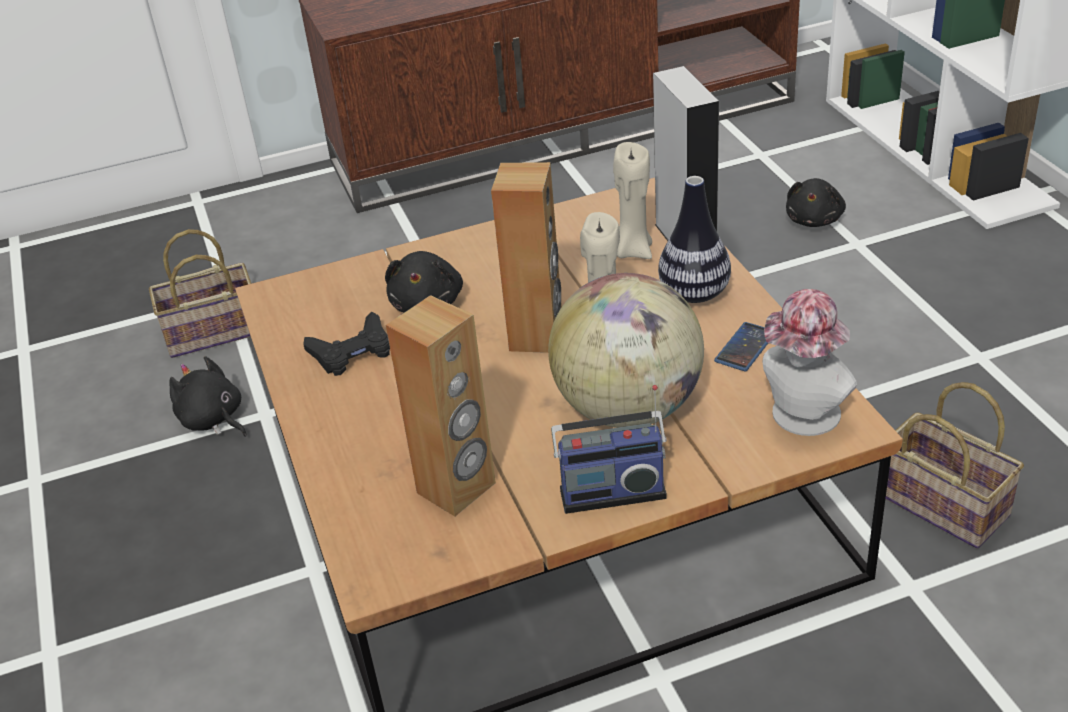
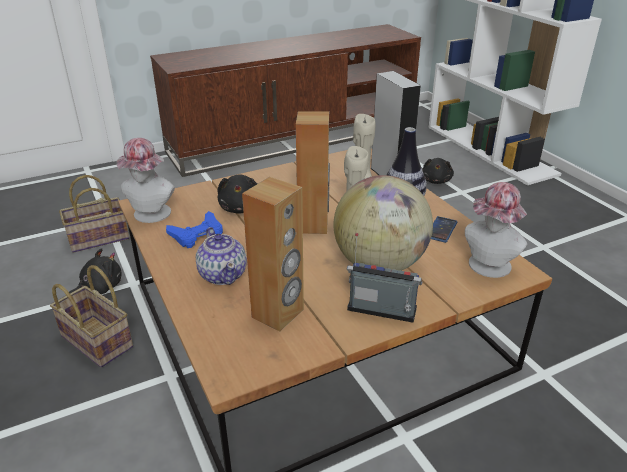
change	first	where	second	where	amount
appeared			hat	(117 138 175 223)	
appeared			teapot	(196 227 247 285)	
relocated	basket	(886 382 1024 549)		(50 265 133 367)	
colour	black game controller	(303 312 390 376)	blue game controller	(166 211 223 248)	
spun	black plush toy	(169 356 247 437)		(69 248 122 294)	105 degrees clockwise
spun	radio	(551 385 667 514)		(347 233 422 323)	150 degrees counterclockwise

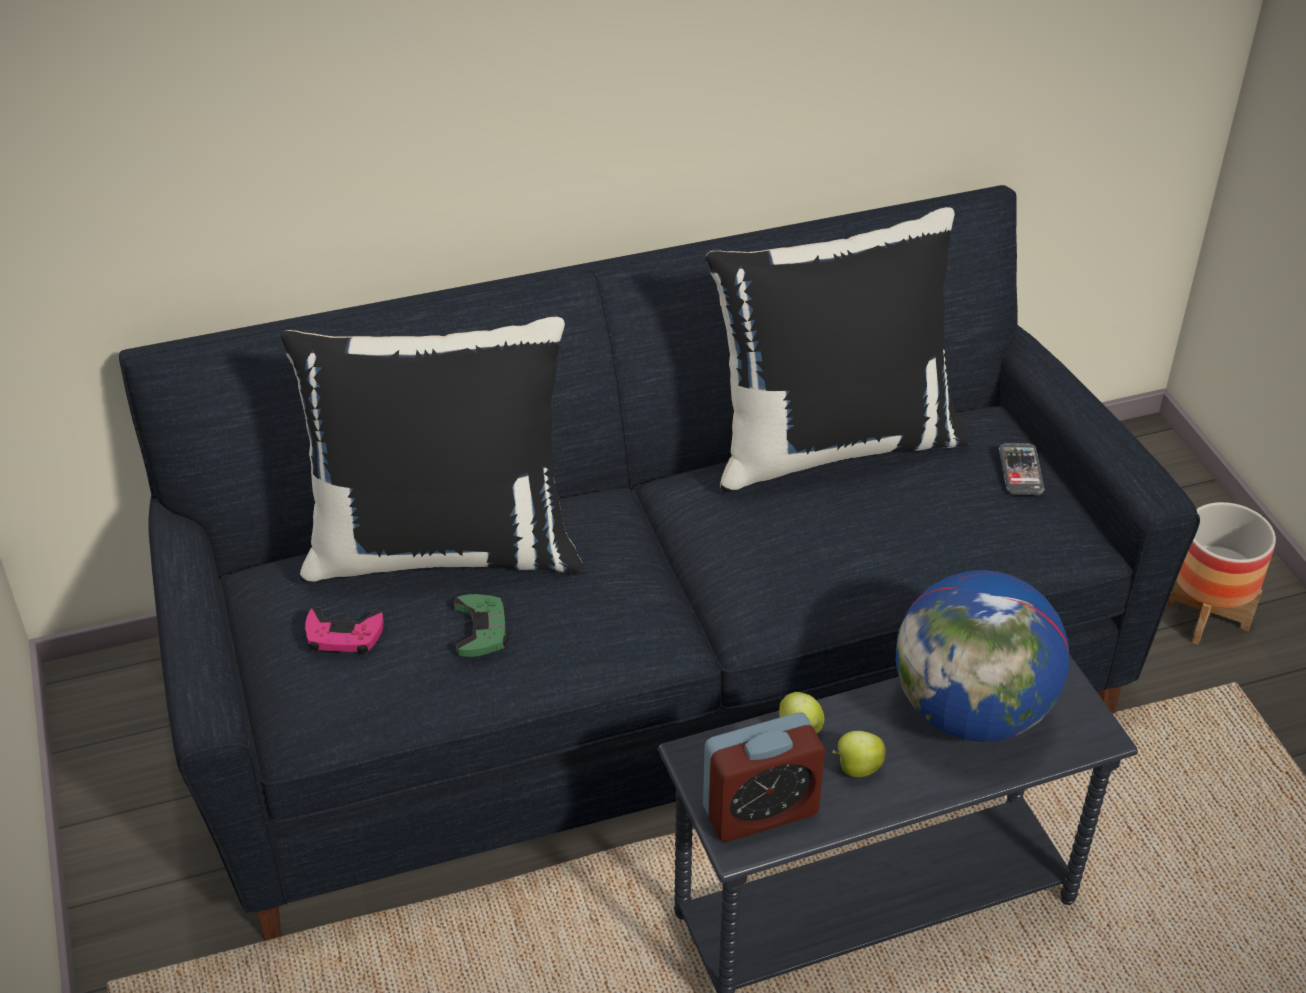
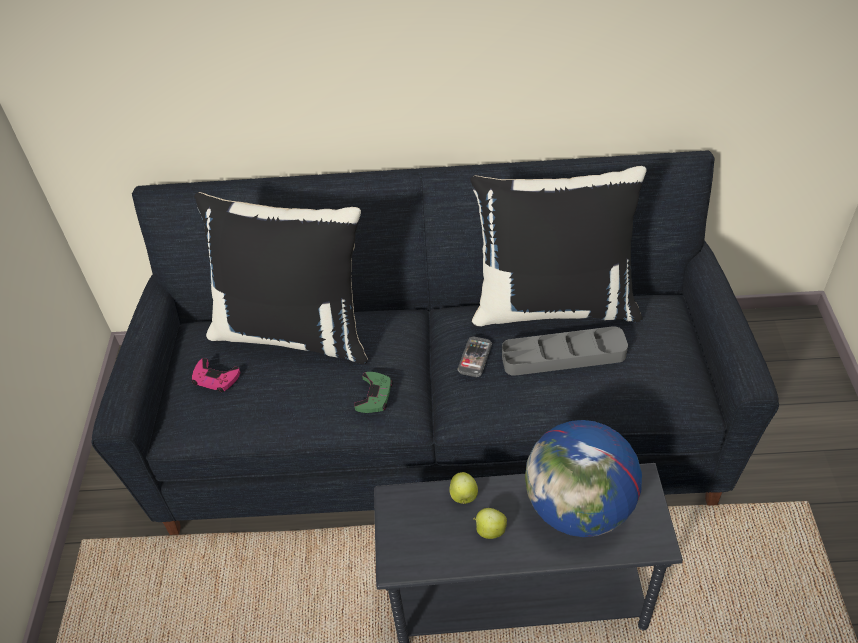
change	first	where	second	where	amount
missing	alarm clock	(703 713 825 842)			
missing	planter	(1167 502 1276 645)			
appeared			grey tray	(502 326 628 376)	
relocated	green game controller	(454 594 508 657)		(354 372 393 413)	
relocated	phone	(999 443 1045 495)		(457 336 492 377)	

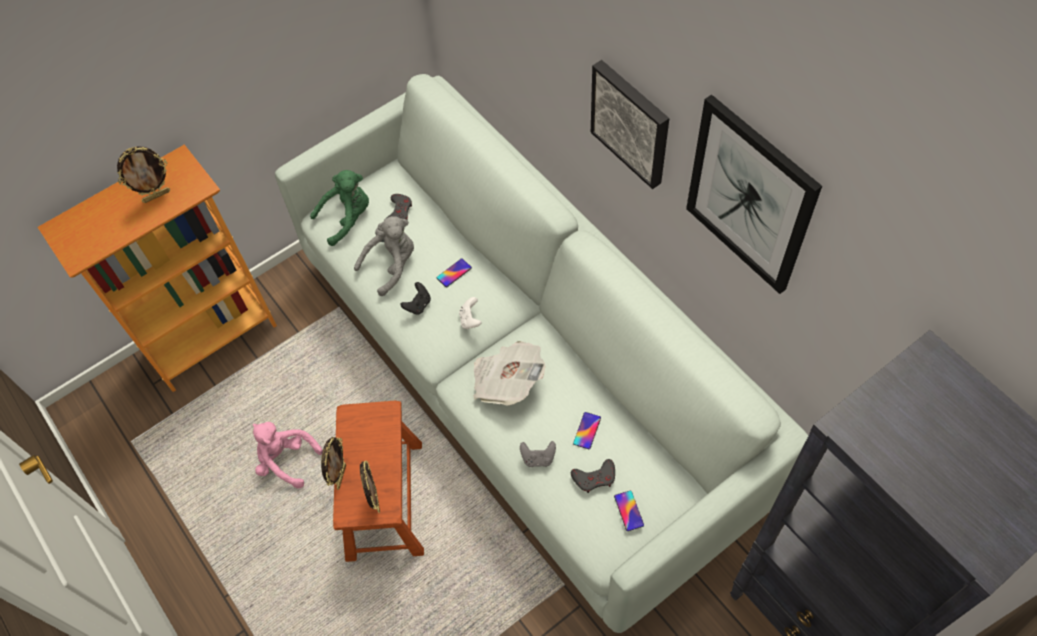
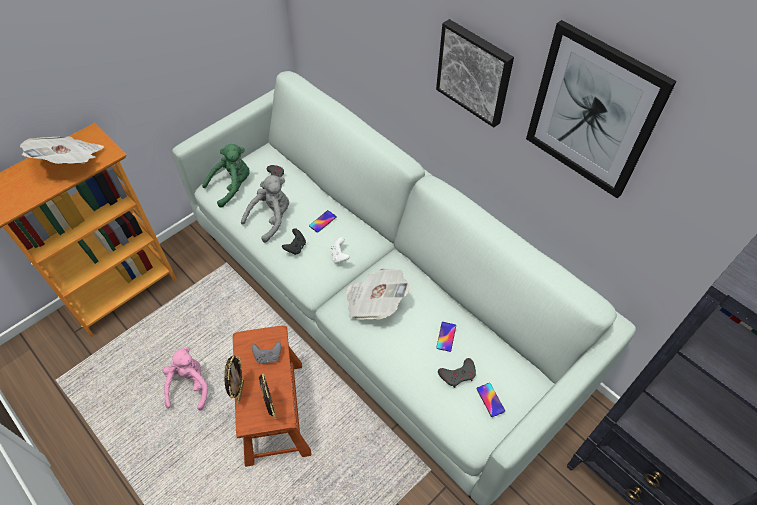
change	first	where	second	where	amount
relocated	grey game controller	(520 441 556 467)		(252 341 281 364)	
exchanged	picture frame	(117 146 170 203)	newspaper	(20 136 104 164)	
spun	pink plush toy	(253 422 323 489)		(163 346 208 411)	75 degrees clockwise

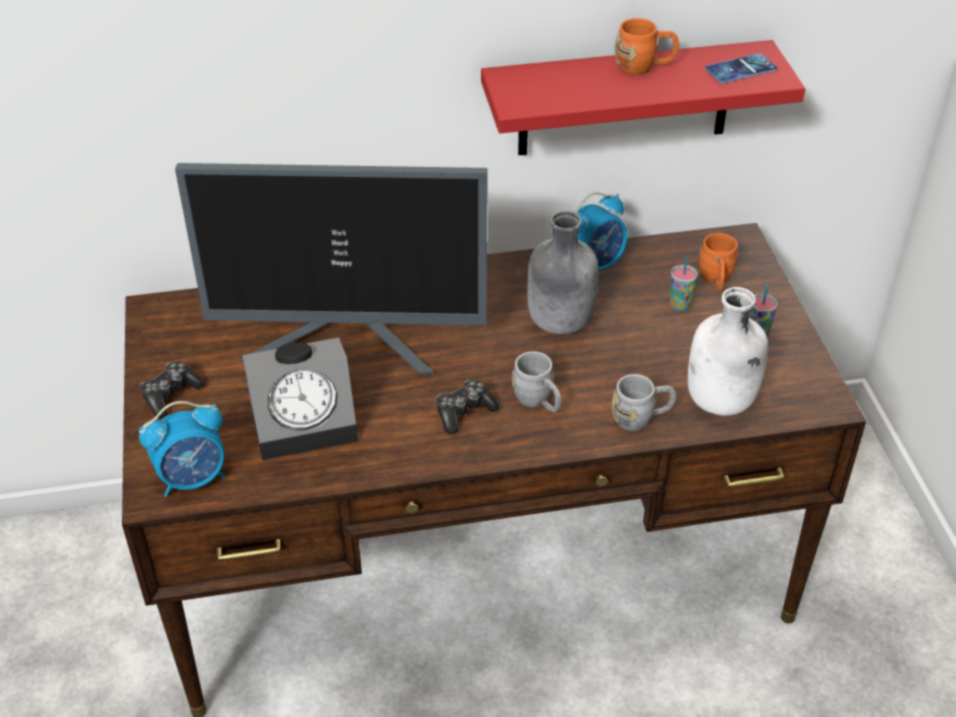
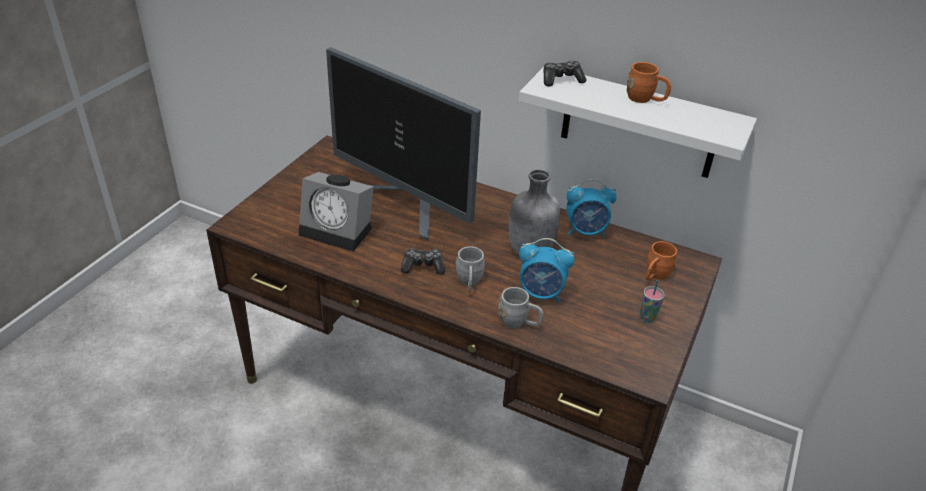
change	first	where	second	where	amount
missing	cup	(669 256 698 311)			
missing	white bottle	(687 287 768 416)			
missing	phone	(705 53 778 83)			
relocated	alarm clock	(139 401 225 497)		(519 238 574 303)	
relocated	game controller	(140 361 205 418)		(543 61 586 87)	
colour	red shelf	(481 40 805 155)	white shelf	(519 67 757 178)	

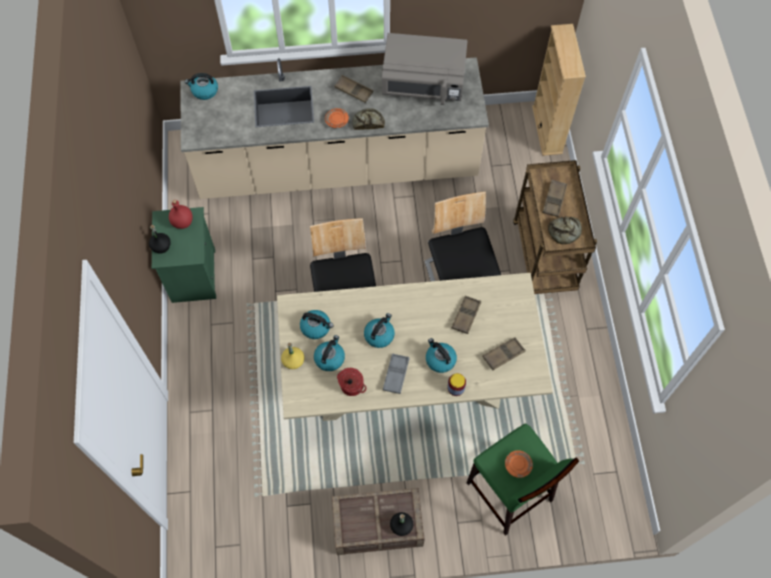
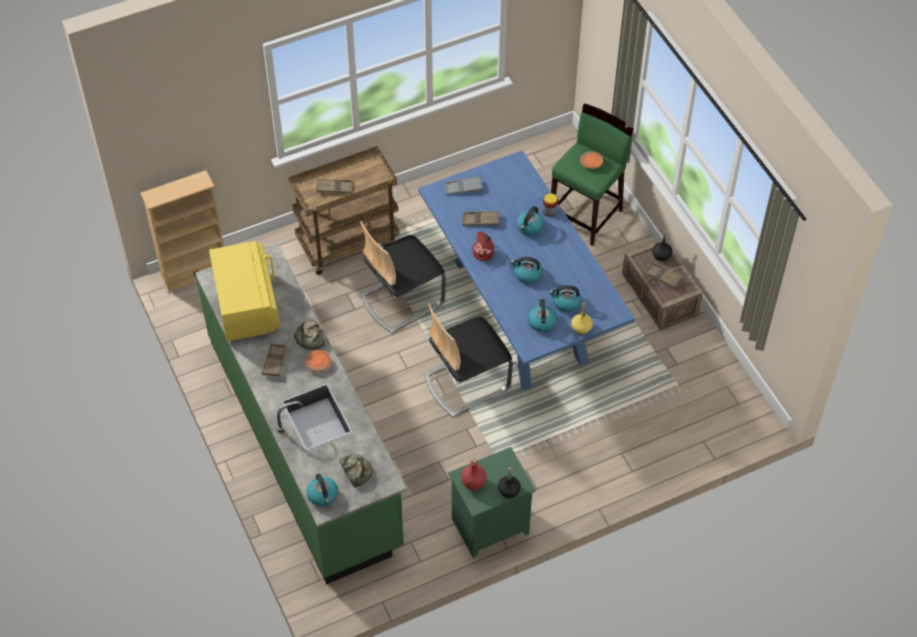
change	first	where	second	where	amount
relocated	cooking pot	(337 368 366 396)		(472 232 494 261)	
relocated	grey tray	(383 353 410 394)		(445 176 482 195)	
relocated	brown tray	(482 337 525 370)		(644 262 683 288)	
relocated	bread	(548 217 582 244)		(339 454 373 487)	
colour	beige counter	(180 57 489 199)	green counter	(195 243 407 584)	
colour	beige dining table	(277 273 553 421)	blue dining table	(418 150 635 389)	
colour	grey microwave	(382 33 467 105)	yellow microwave	(209 241 280 341)	

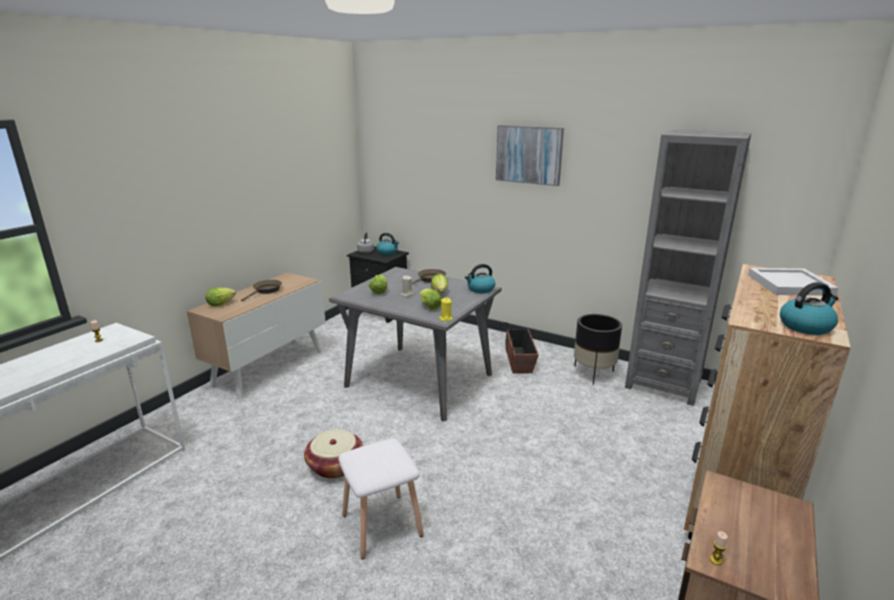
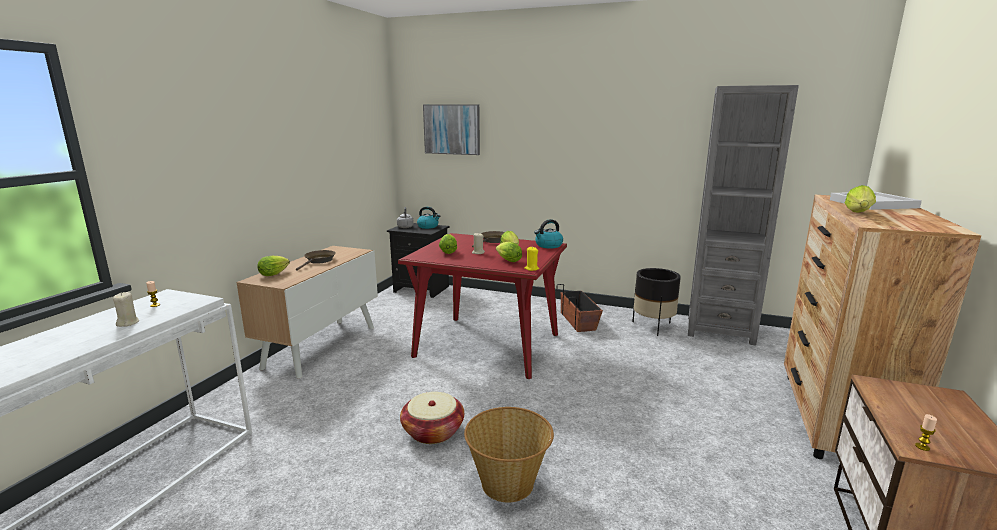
change	first	where	second	where	amount
missing	kettle	(780 282 839 335)			
appeared			beige candle	(113 292 139 327)	
appeared			lettuce	(845 185 876 213)	
relocated	picture	(496 125 564 186)		(423 104 480 155)	
exchanged	white stool	(338 438 424 559)	basket	(464 407 554 502)	
colour	grey dining table	(329 267 502 421)	red dining table	(398 233 567 379)	

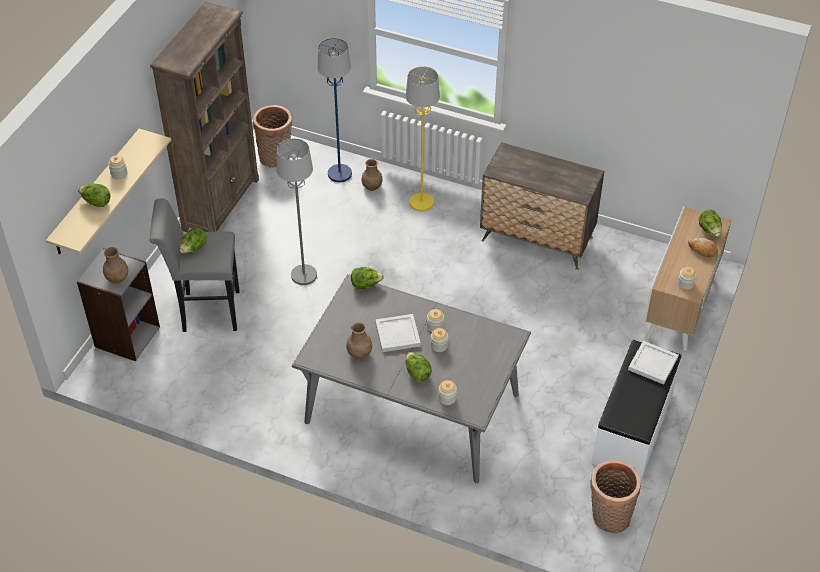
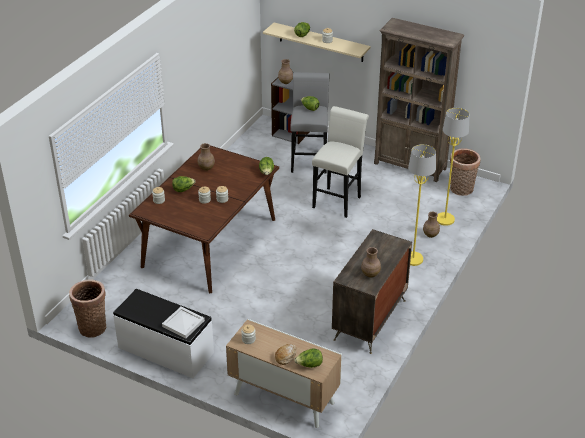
change	first	where	second	where	amount
missing	white tray	(375 314 421 352)			
appeared			brown vase	(361 247 381 278)	
exchanged	grey floor lamp	(277 138 317 285)	white stool	(312 106 369 218)	
colour	grey dining table	(292 274 531 483)	brown dining table	(129 145 279 293)	
colour	blue floor lamp	(317 38 352 182)	yellow floor lamp	(437 108 469 226)	

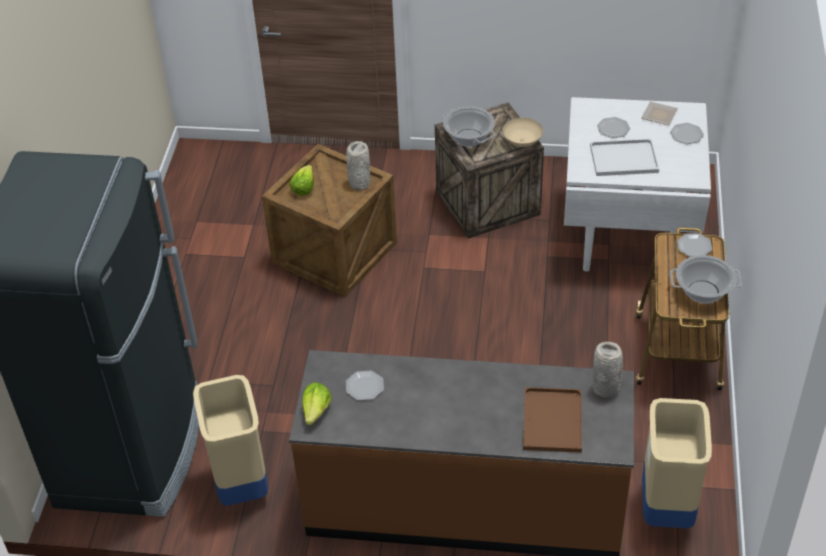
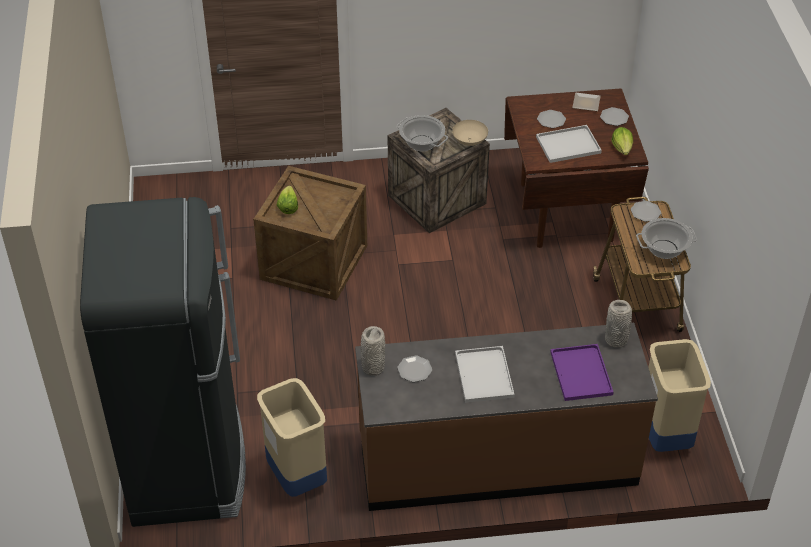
change	first	where	second	where	amount
appeared			white tray	(455 346 515 403)	
relocated	lettuce	(302 382 332 425)		(611 127 633 155)	
relocated	grey vase	(346 141 370 190)		(361 326 385 376)	
colour	brown tray	(523 387 582 453)	purple tray	(550 344 614 401)	
colour	white dining table	(564 97 711 276)	brown dining table	(504 88 649 248)	

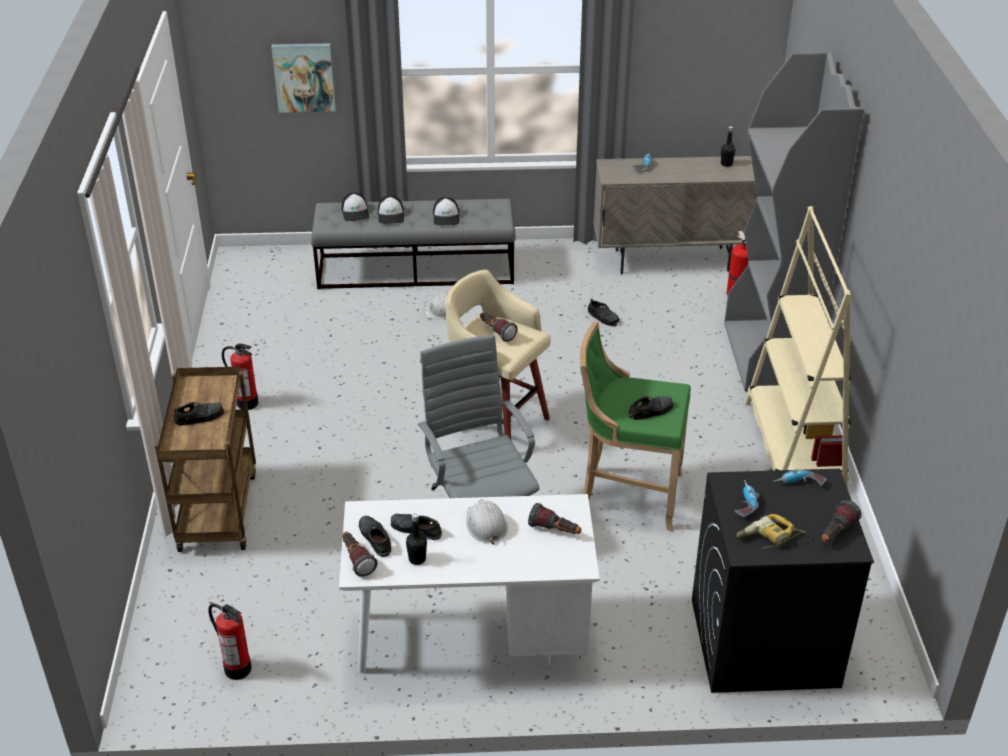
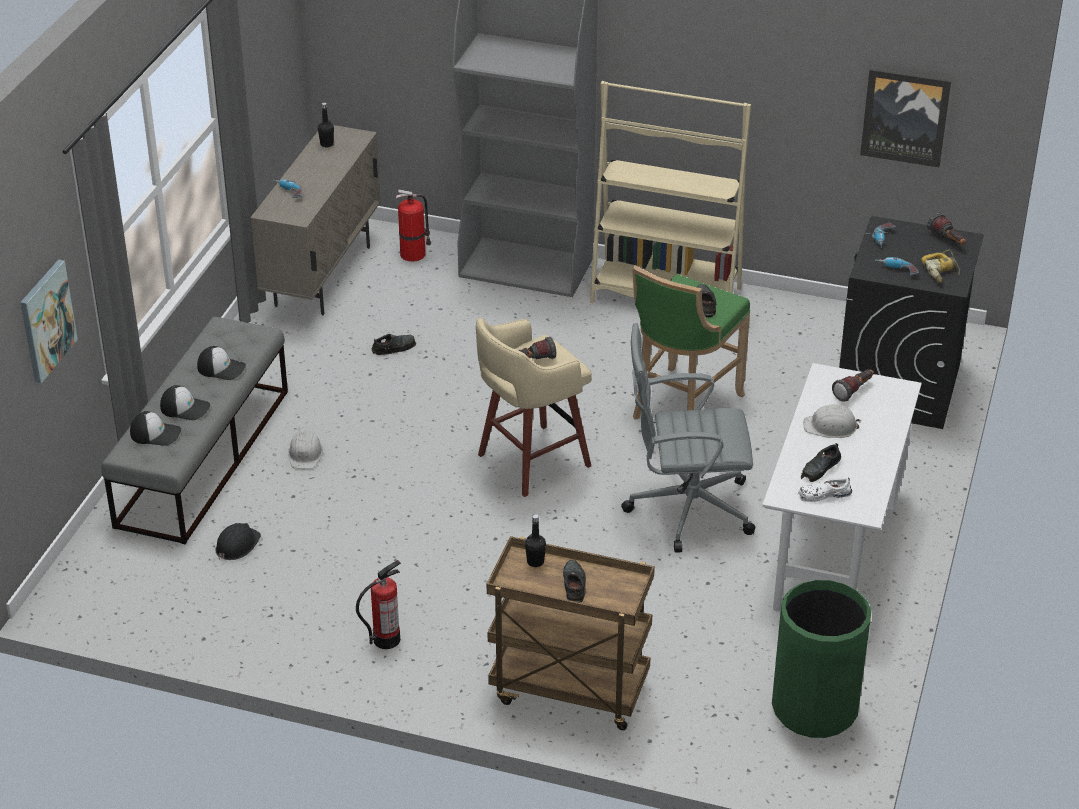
change	first	where	second	where	amount
missing	flashlight	(342 532 378 577)			
appeared			black hard hat	(215 523 261 560)	
appeared			picture	(860 69 951 167)	
relocated	black bottle	(406 513 427 565)		(525 514 546 567)	
exchanged	fire extinguisher	(208 604 252 680)	green trash can	(772 580 871 738)	
colour	black shoe	(359 516 391 557)	white shoe	(798 477 852 502)	

